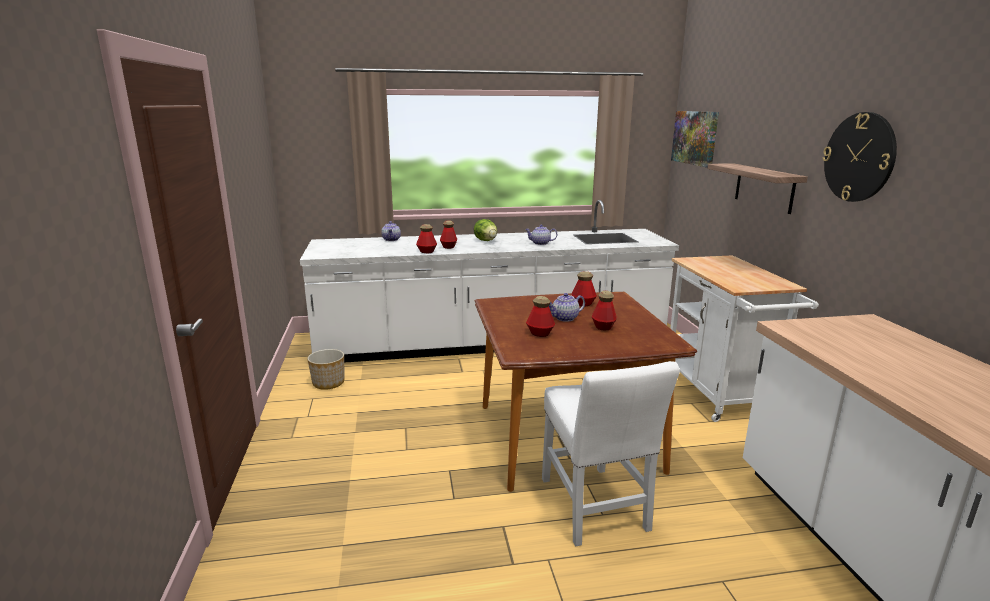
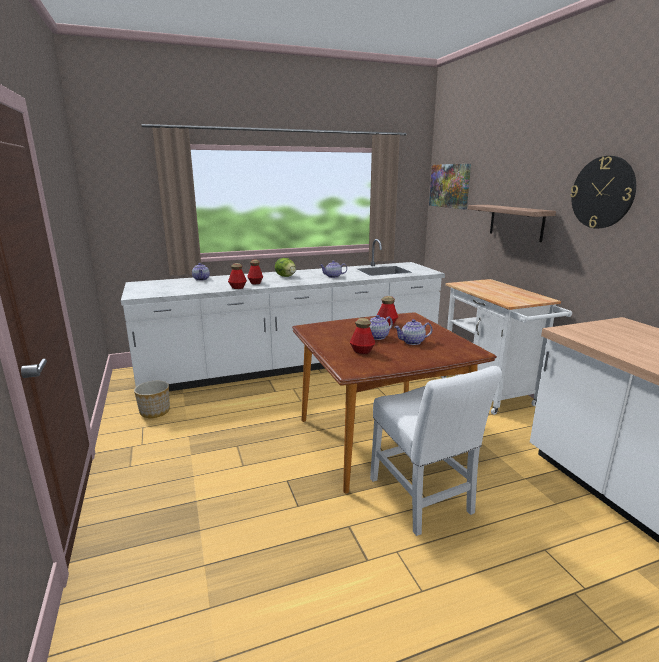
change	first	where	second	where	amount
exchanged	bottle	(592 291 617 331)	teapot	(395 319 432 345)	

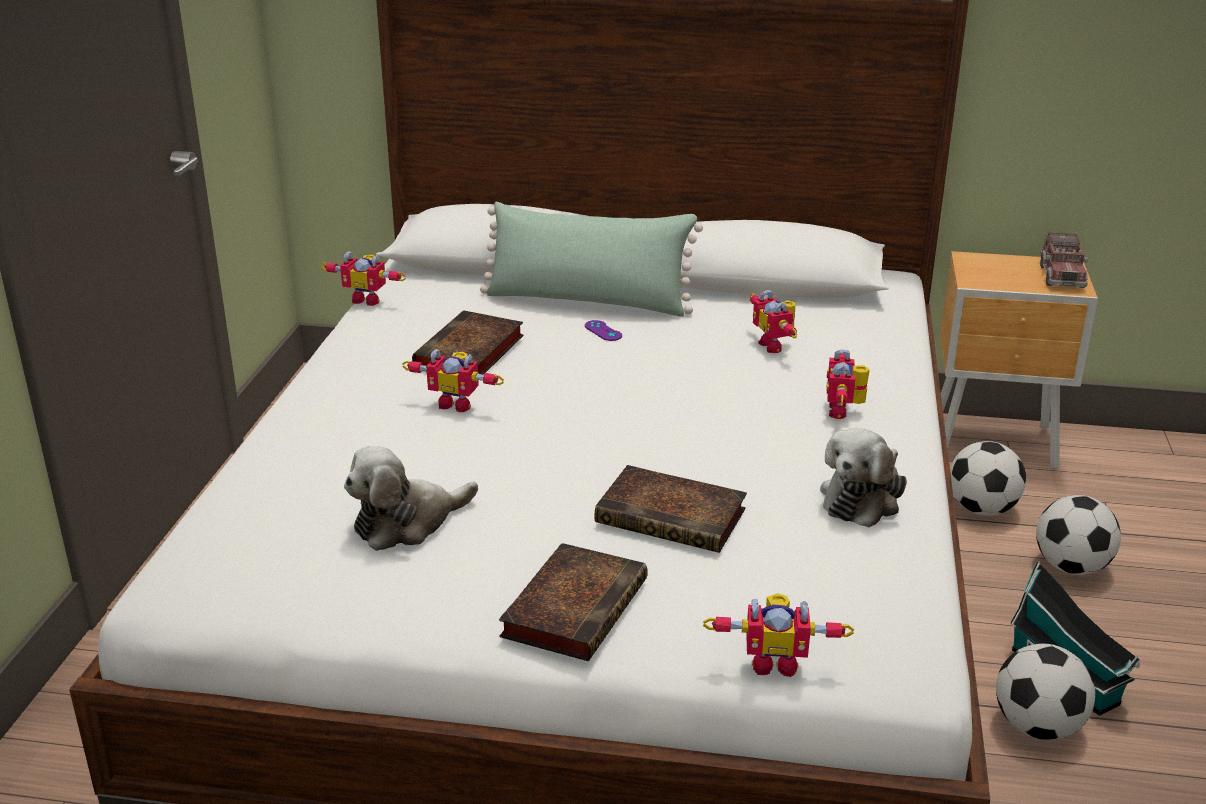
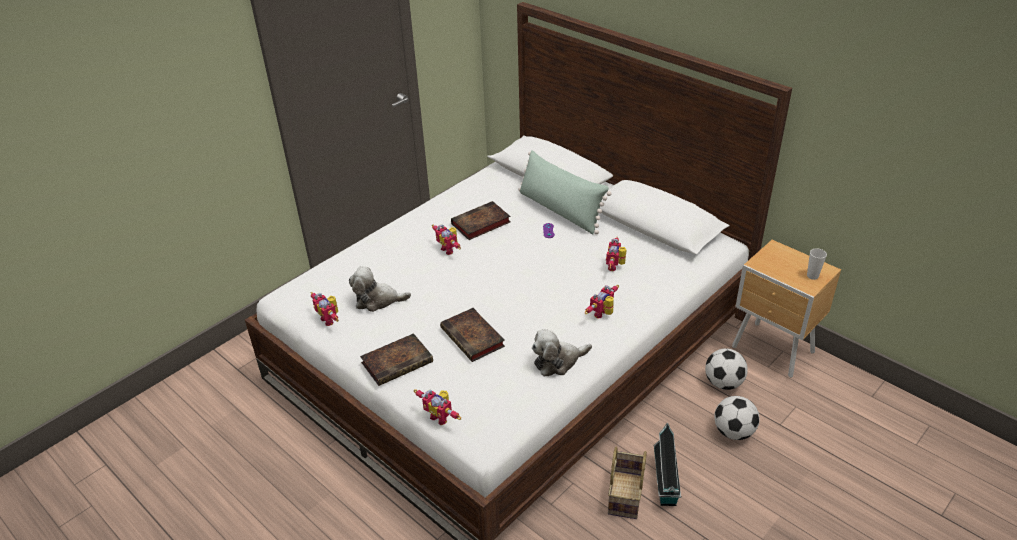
change	first	where	second	where	amount
relocated	toy robot	(320 251 406 306)		(310 292 338 326)	
exchanged	football	(996 644 1095 740)	basket	(608 447 647 519)	
exchanged	toy truck	(1040 233 1088 288)	cup	(807 248 827 280)	

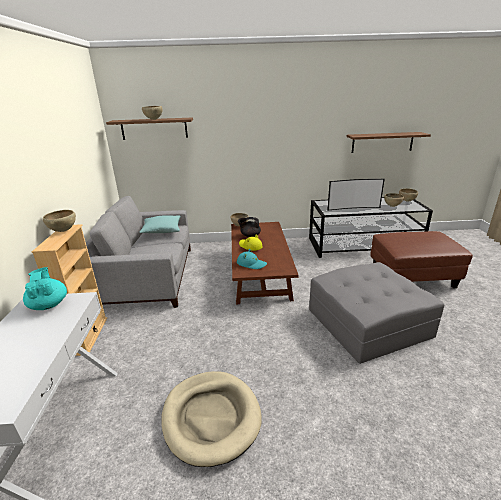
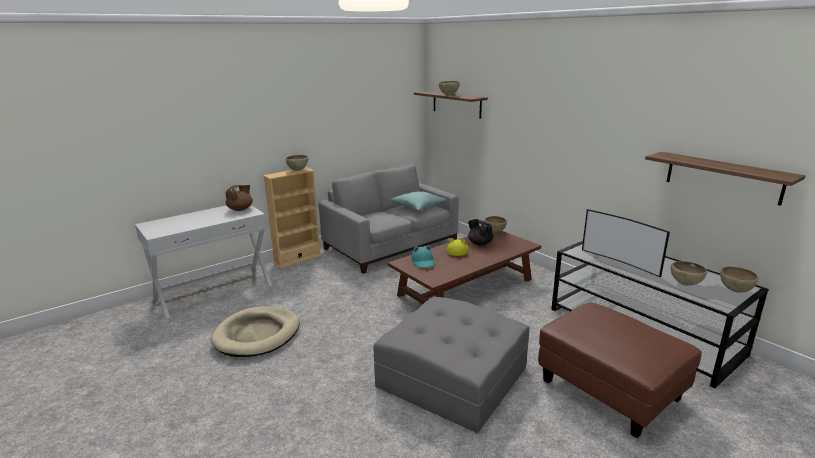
change	first	where	second	where	amount
colour	turquoise teapot	(23 267 67 310)	brown teapot	(226 185 253 211)	

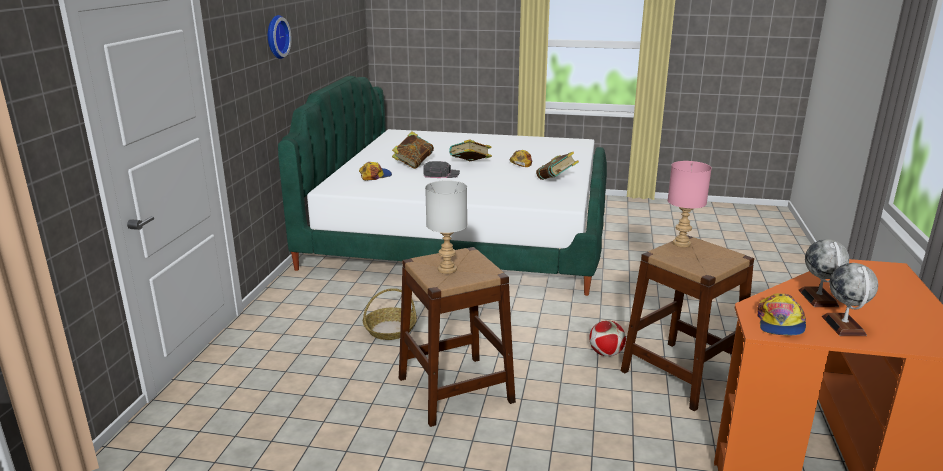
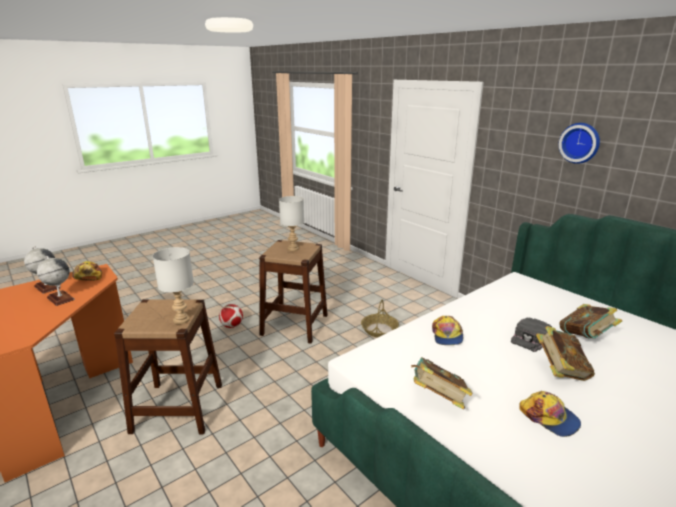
change	first	where	second	where	amount
relocated	cap	(359 162 392 180)		(432 316 463 345)	
relocated	football	(589 320 626 356)		(219 304 243 328)	
colour	pink table lamp	(668 161 712 247)	grey table lamp	(152 247 194 324)	

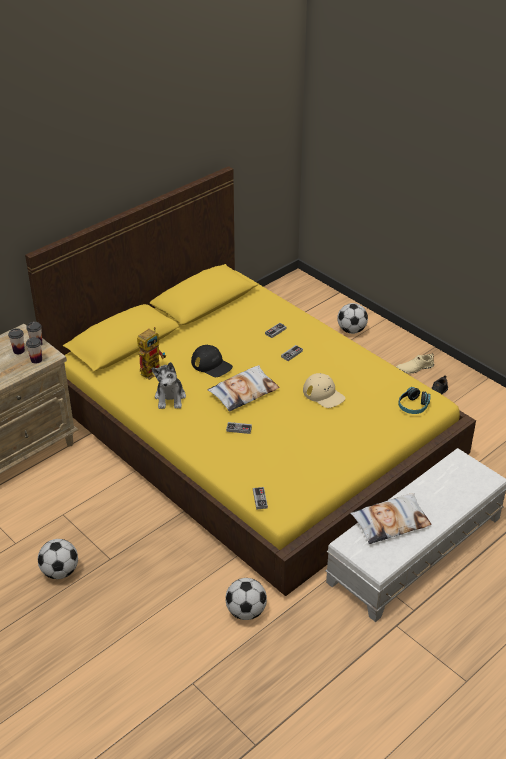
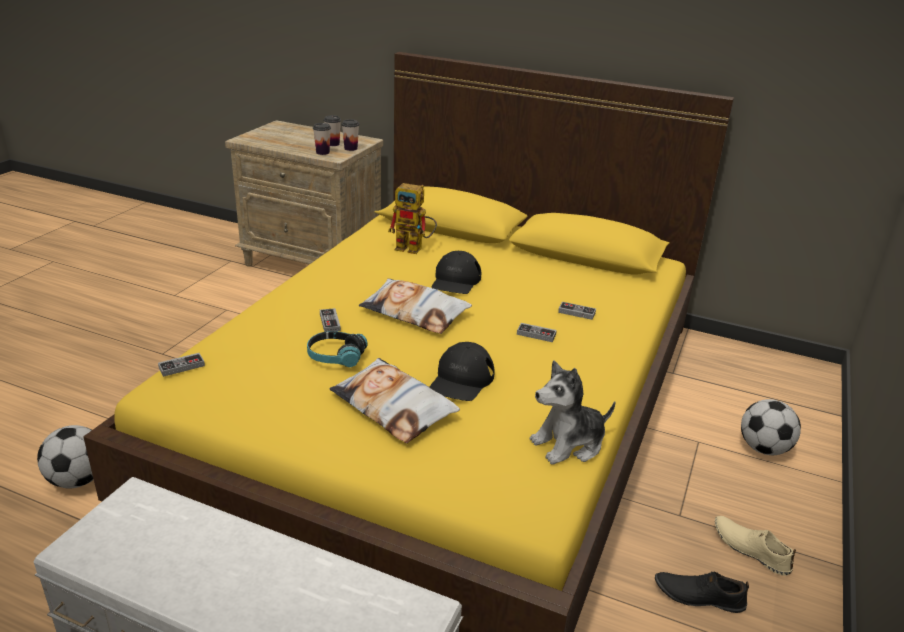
change	first	where	second	where	amount
missing	football	(38 539 78 579)			
relocated	plush toy	(152 362 186 409)		(530 360 616 465)	
relocated	pillow	(350 493 432 544)		(329 358 460 443)	
relocated	headphones	(398 387 431 414)		(307 331 368 367)	
colour	beige cap	(303 373 345 408)	black cap	(430 342 494 401)	

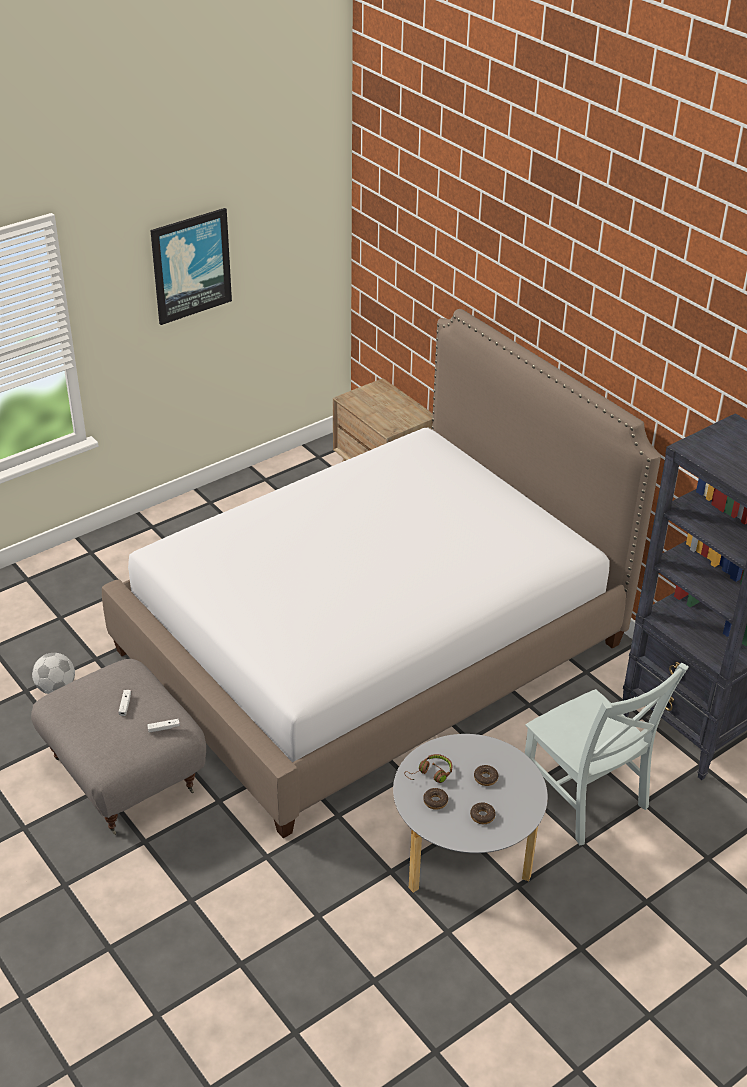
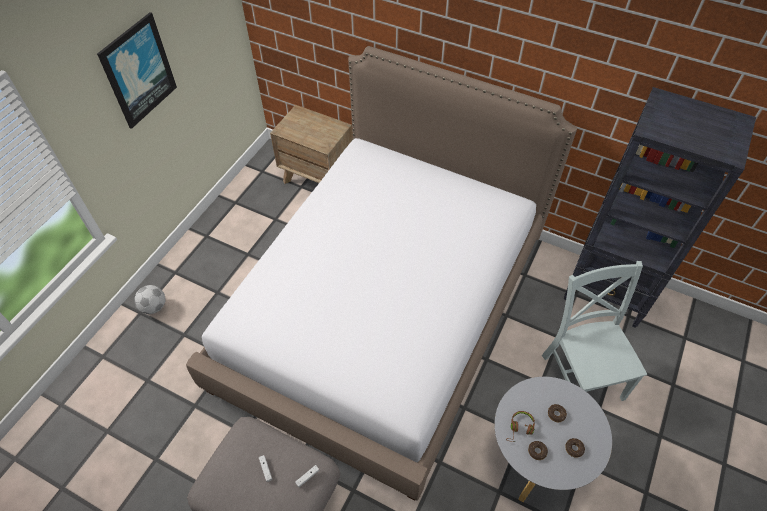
change	first	where	second	where	amount
relocated	football	(32 653 75 694)		(134 285 165 314)	
spun	grey chair	(525 663 689 846)		(542 261 647 401)	135 degrees counterclockwise

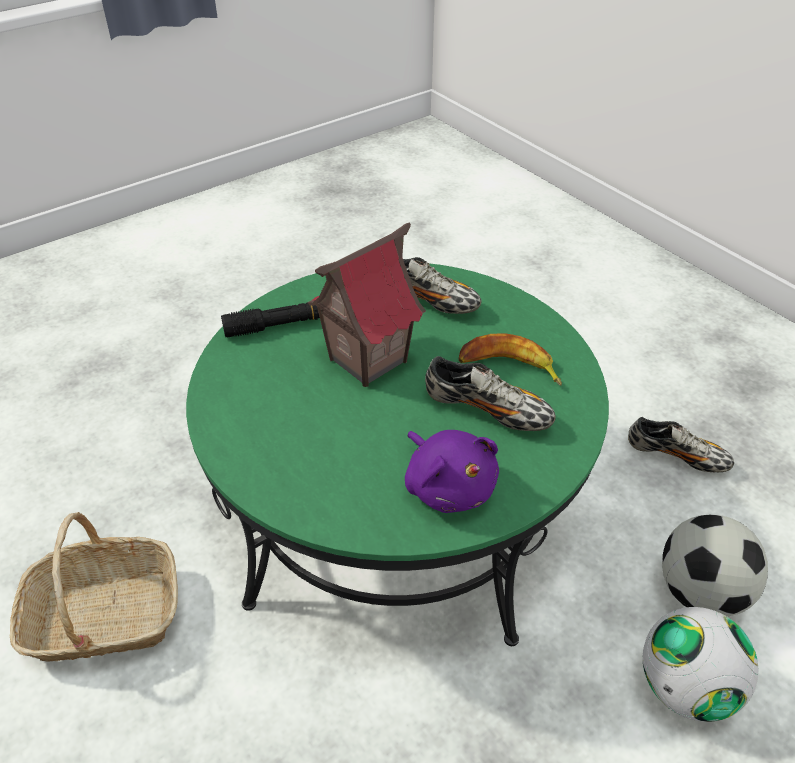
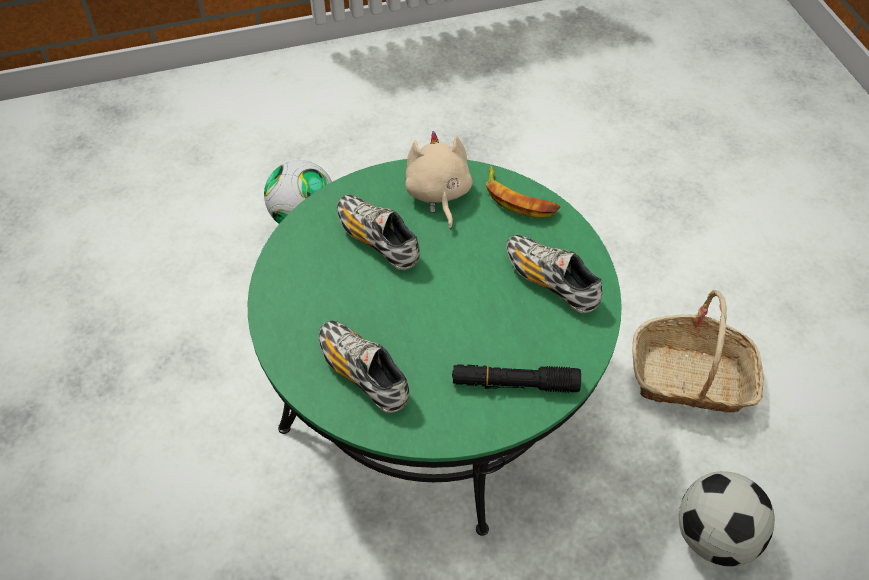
change	first	where	second	where	amount
missing	toy house	(307 222 426 387)			
relocated	banana	(459 333 562 386)		(486 165 560 218)	
relocated	shoe	(628 417 734 472)		(506 235 602 313)	
relocated	football	(662 515 768 617)		(679 471 775 567)	
colour	purple plush toy	(405 430 499 513)	beige plush toy	(405 131 473 230)	

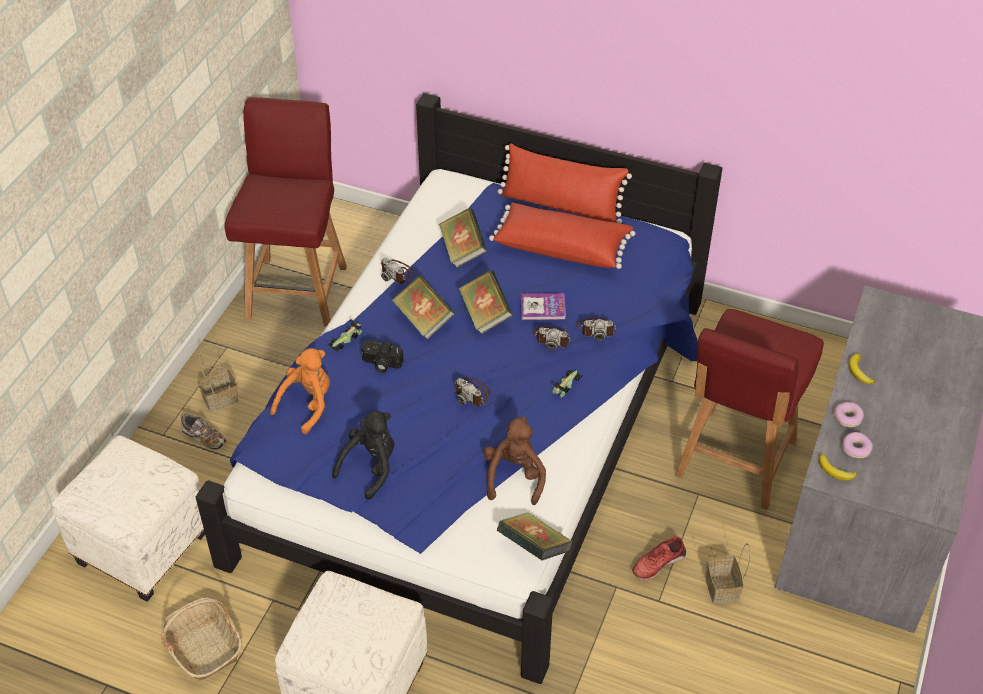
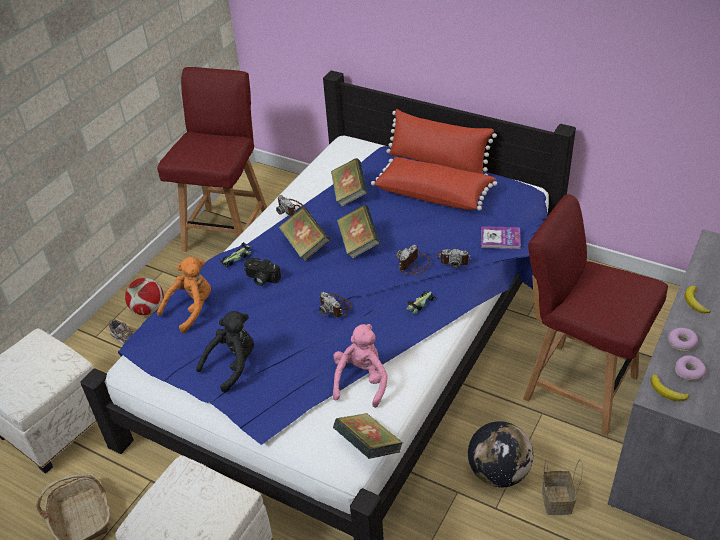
change	first	where	second	where	amount
relocated	book	(521 293 566 320)		(481 226 521 249)	
exchanged	basket	(197 346 239 412)	football	(125 278 164 315)	
exchanged	red shoe	(632 536 686 580)	globe	(468 421 533 487)	
colour	brown plush toy	(483 417 546 505)	pink plush toy	(333 324 388 408)	
spun	photo camera	(534 327 572 350)		(396 245 431 275)	105 degrees clockwise
spun	red chair	(675 309 824 510)		(523 194 668 436)	90 degrees clockwise

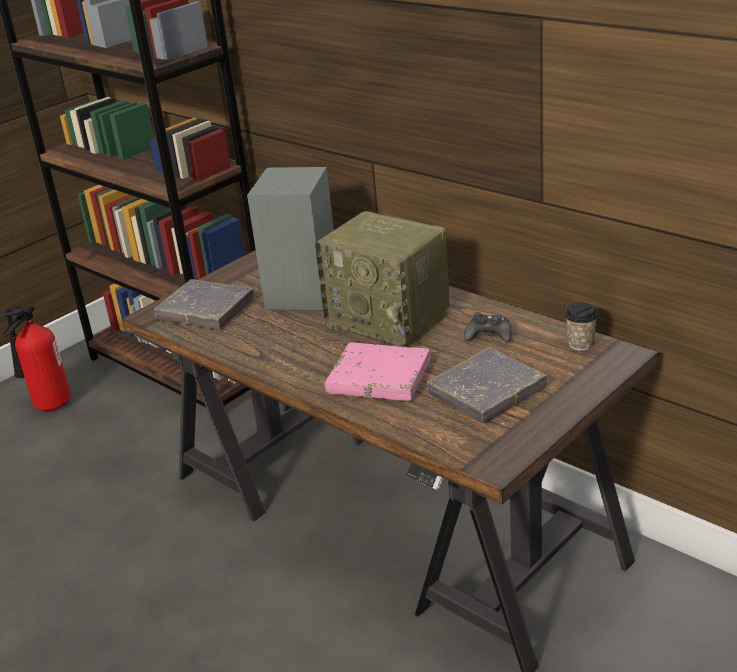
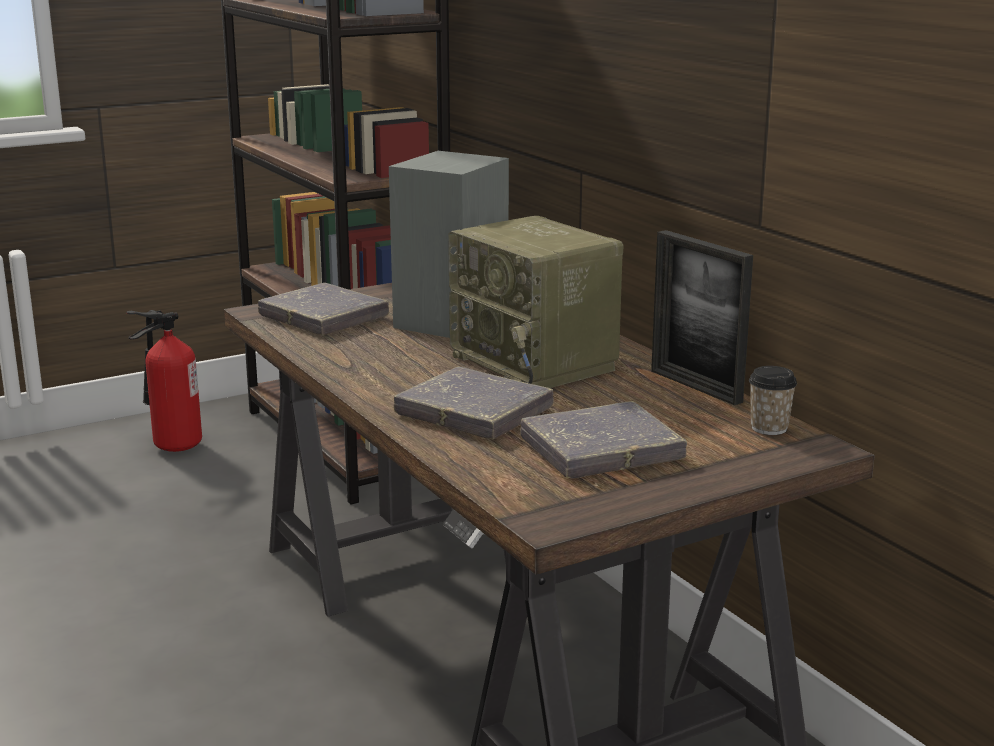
change	first	where	second	where	amount
missing	black game controller	(464 312 512 342)			
appeared			picture frame	(651 230 753 405)	
colour	pink book	(325 343 430 401)	grey book	(394 367 554 440)	

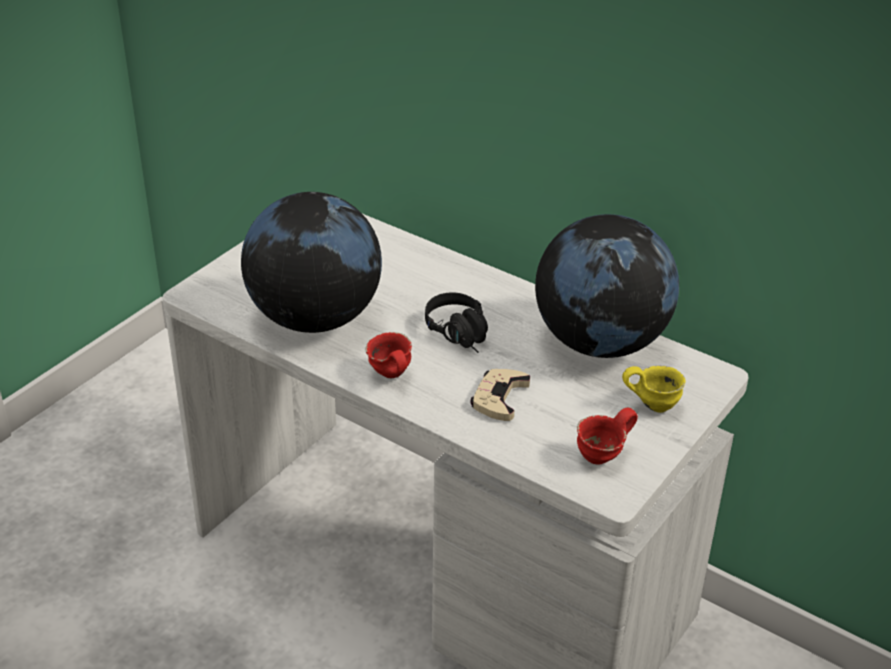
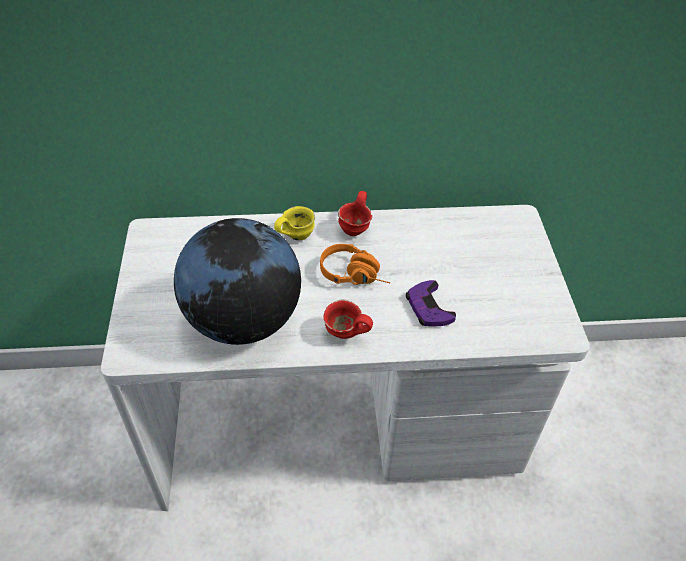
change	first	where	second	where	amount
missing	globe	(535 214 679 358)			
relocated	red mug	(577 407 638 465)		(338 191 372 236)	
relocated	yellow mug	(622 366 685 413)		(274 206 315 240)	
colour	black headphones	(425 292 488 353)	orange headphones	(320 244 390 285)	
colour	beige game controller	(471 369 530 421)	purple game controller	(406 280 456 327)	

